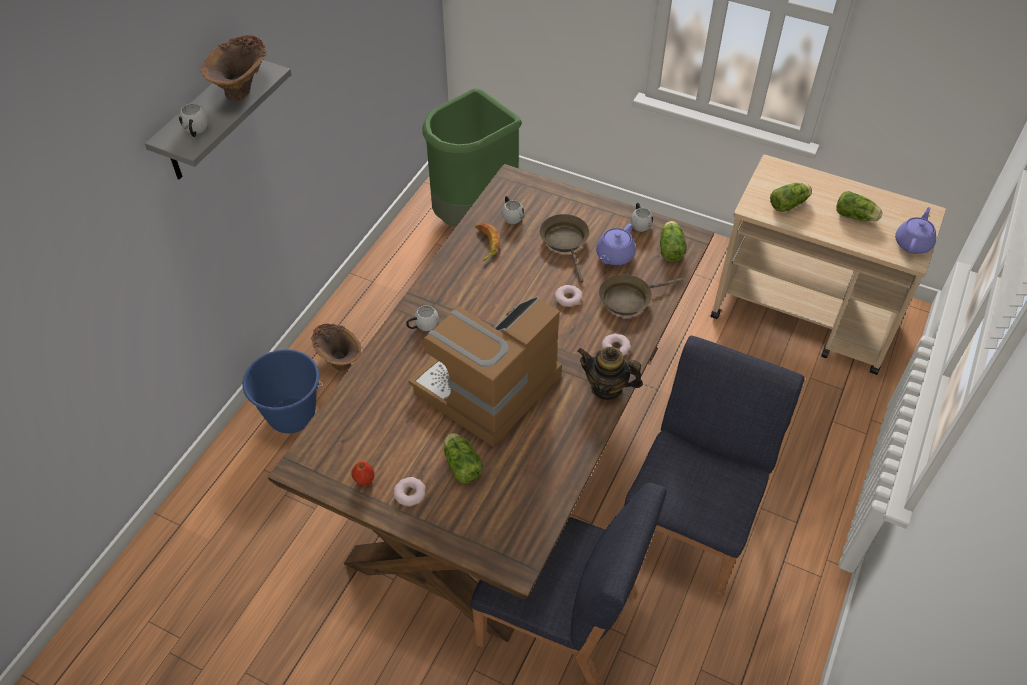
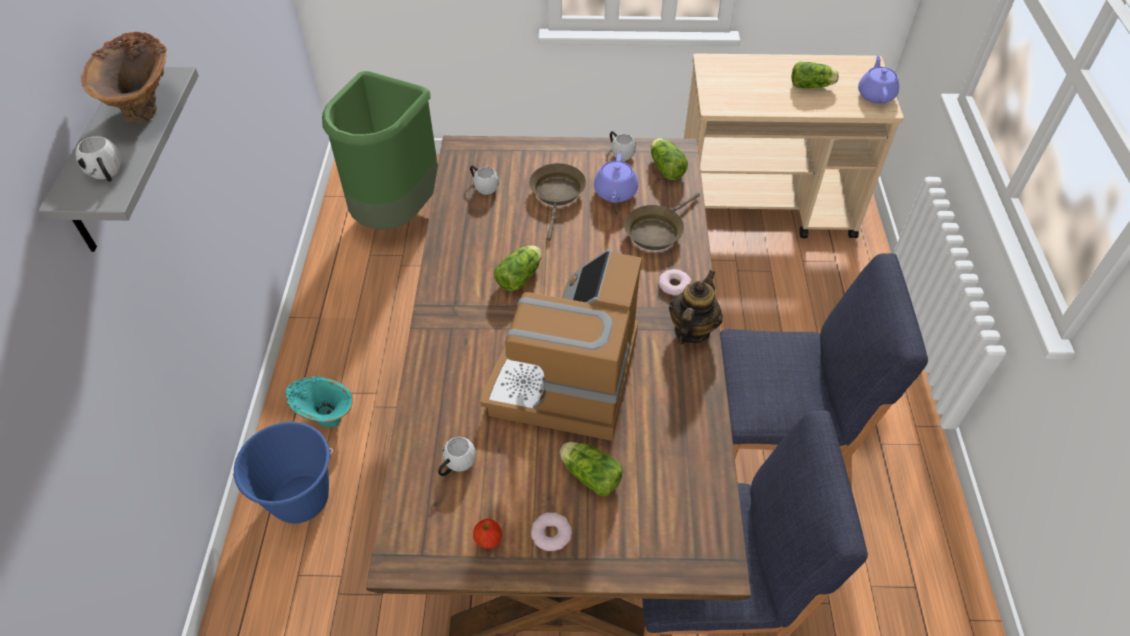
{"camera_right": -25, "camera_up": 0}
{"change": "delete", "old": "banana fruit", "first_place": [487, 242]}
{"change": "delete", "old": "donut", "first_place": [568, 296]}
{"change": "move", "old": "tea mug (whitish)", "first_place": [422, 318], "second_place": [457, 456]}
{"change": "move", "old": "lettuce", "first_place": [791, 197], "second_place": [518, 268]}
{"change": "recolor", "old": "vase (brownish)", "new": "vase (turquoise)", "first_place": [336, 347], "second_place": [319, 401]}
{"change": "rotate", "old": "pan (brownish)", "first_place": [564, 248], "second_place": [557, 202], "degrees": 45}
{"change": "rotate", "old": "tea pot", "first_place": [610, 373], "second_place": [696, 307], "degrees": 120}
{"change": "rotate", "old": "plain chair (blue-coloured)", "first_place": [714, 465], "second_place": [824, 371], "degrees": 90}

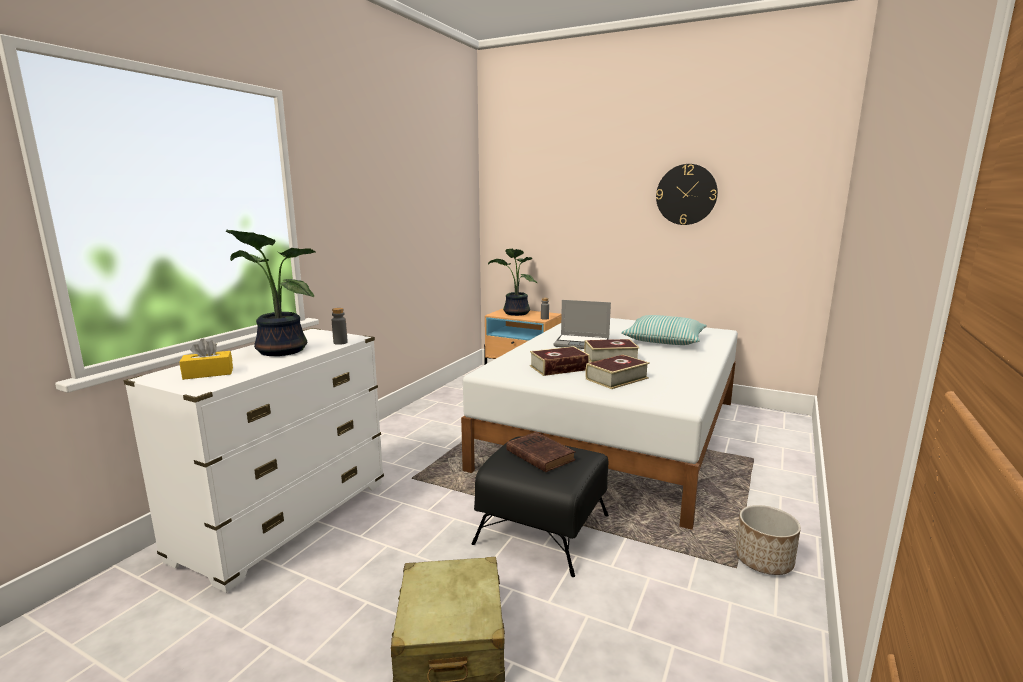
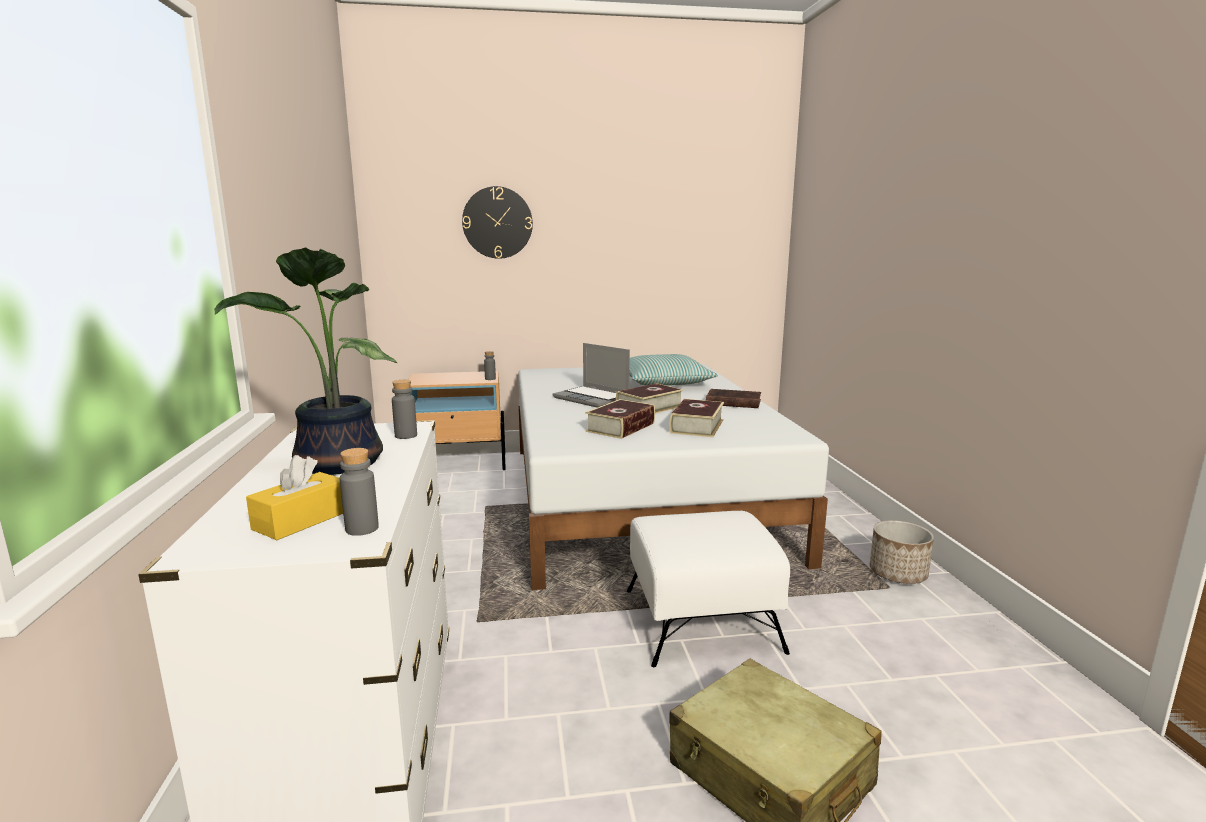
{"camera_right": -35, "camera_up": 0}
{"change": "delete", "old": "houseplant", "first_place": [512, 282]}
{"change": "insert", "new": "bottle (gray)", "second_place": [359, 492]}
{"change": "move", "old": "volume (brownish)", "first_place": [541, 452], "second_place": [733, 398]}
{"change": "move", "old": "wall clock", "first_place": [687, 194], "second_place": [497, 222]}
{"change": "recolor", "old": "footrest (black)", "new": "footrest (whitish)", "first_place": [540, 506], "second_place": [708, 589]}
{"change": "rotate", "old": "portable computer", "first_place": [582, 324], "second_place": [591, 375], "degrees": 60}

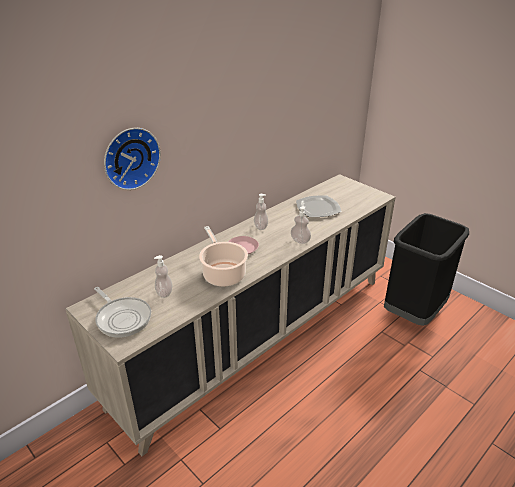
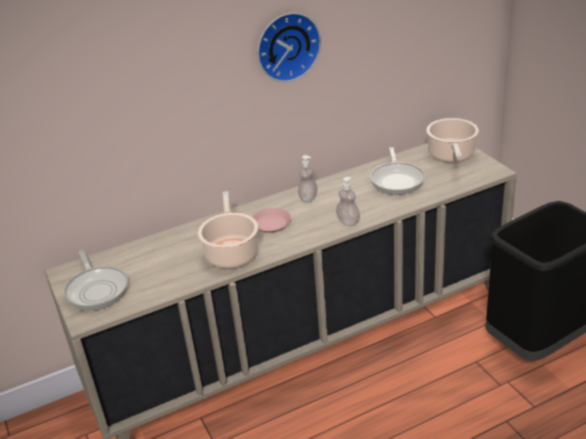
{"camera_right": 20, "camera_up": 0}
{"change": "delete", "old": "soap bottle", "first_place": [163, 276]}
{"change": "insert", "new": "stockpot", "second_place": [452, 140]}
{"change": "move", "old": "wall clock", "first_place": [132, 159], "second_place": [289, 47]}
{"change": "replace", "old": "plate", "new": "pan", "first_place": [319, 206], "second_place": [397, 171]}

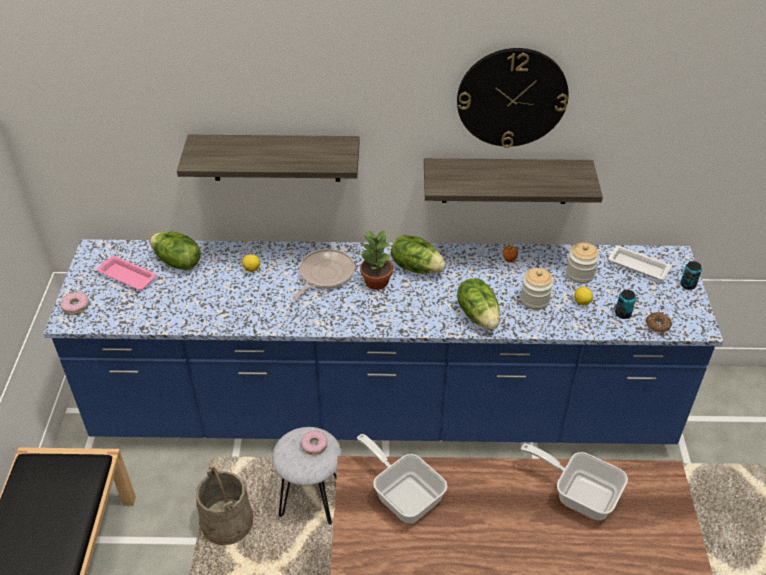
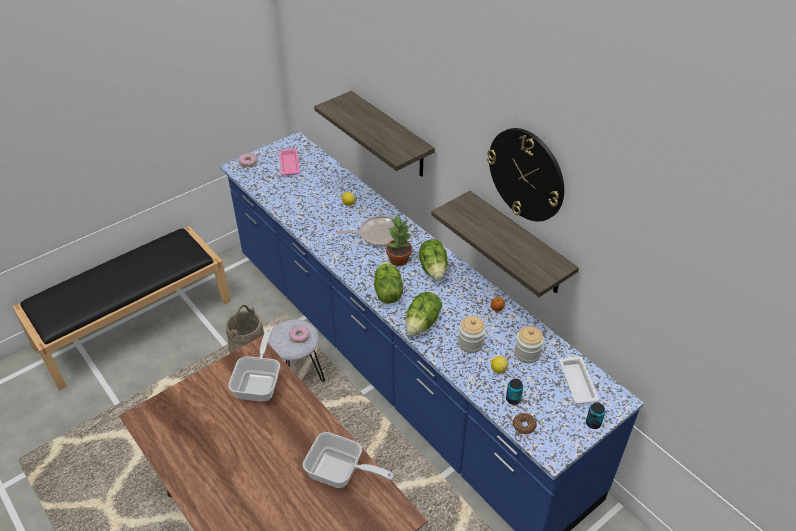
{"camera_right": 50, "camera_up": 0}
{"change": "move", "old": "lettuce", "first_place": [175, 251], "second_place": [388, 282]}
{"change": "rotate", "old": "pan", "first_place": [574, 482], "second_place": [348, 460], "degrees": 120}

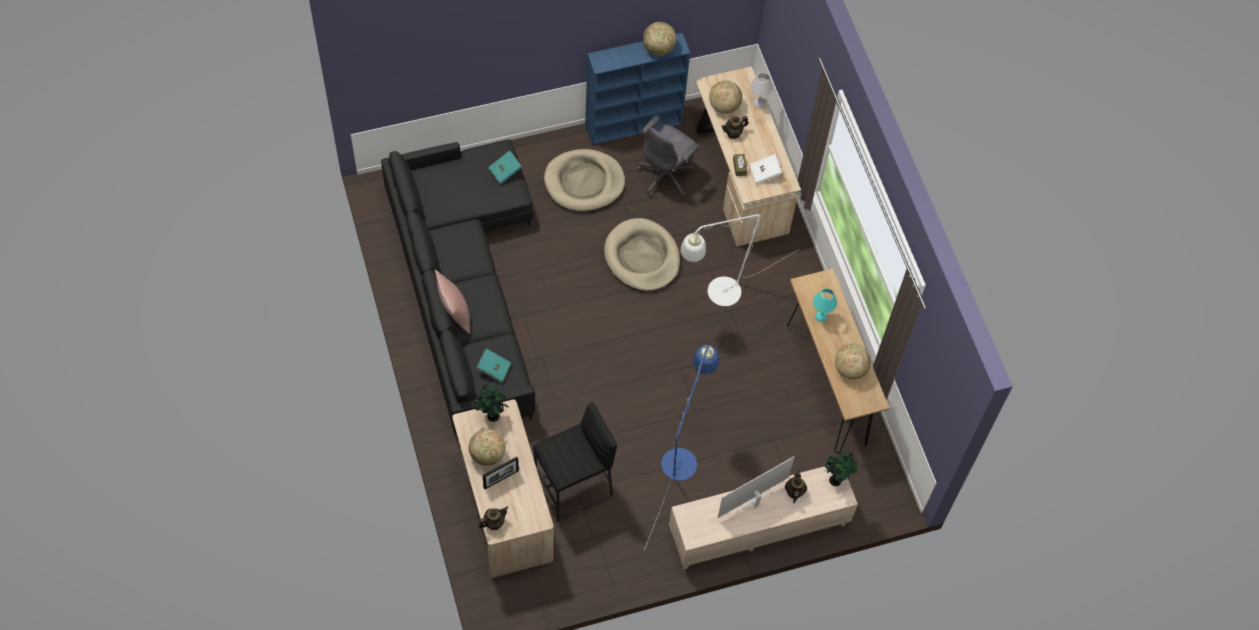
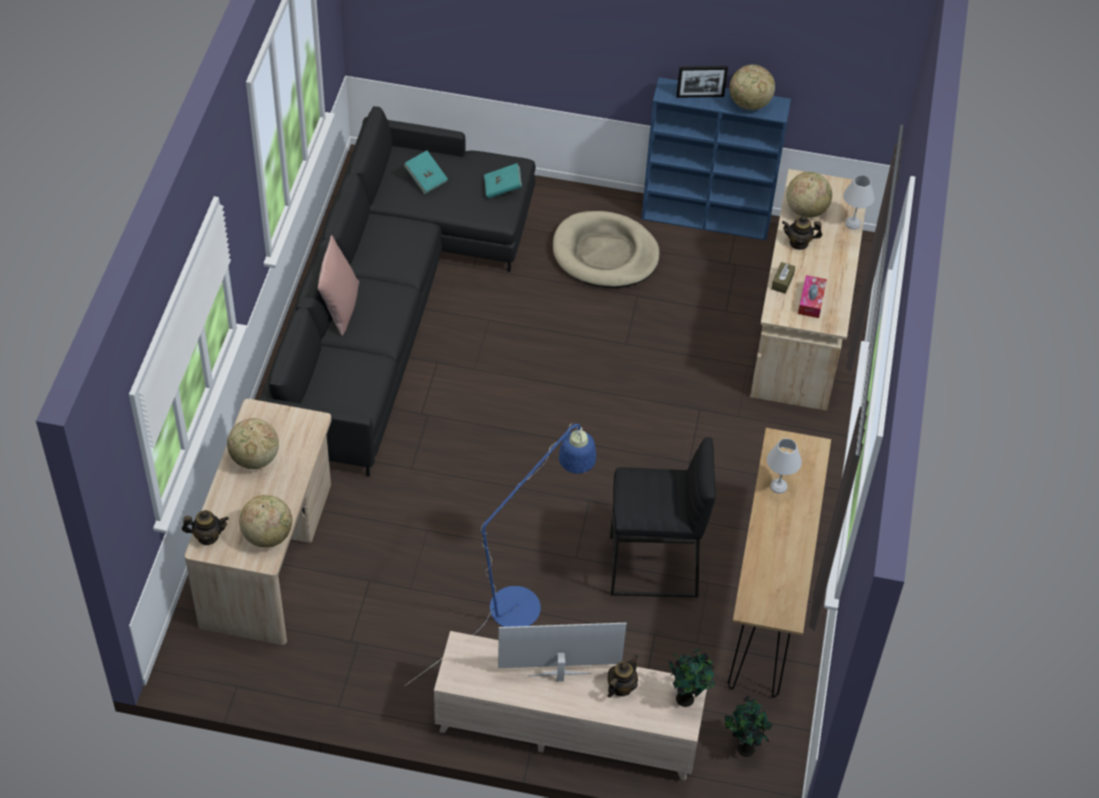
{"camera_right": 30, "camera_up": -10}
{"change": "delete", "old": "pet bed (beige)", "first_place": [642, 254]}
{"change": "delete", "old": "computer chair (gray)", "first_place": [668, 156]}
{"change": "delete", "old": "standing lamp (whitish)", "first_place": [740, 260]}
{"change": "move", "old": "houseplant", "first_place": [490, 403], "second_place": [748, 726]}
{"change": "move", "old": "volume (turquoise)", "first_place": [493, 365], "second_place": [426, 172]}
{"change": "move", "old": "picture frame", "first_place": [501, 473], "second_place": [702, 82]}
{"change": "move", "old": "sitting stool (black)", "first_place": [575, 462], "second_place": [663, 517]}
{"change": "move", "old": "globe", "first_place": [853, 361], "second_place": [265, 521]}
{"change": "replace", "old": "volume (whitish)", "new": "tissue box", "first_place": [766, 169], "second_place": [812, 296]}
{"change": "recolor", "old": "lamp for a table (turquoise)", "new": "lamp for a table (whitish)", "first_place": [825, 305], "second_place": [784, 466]}

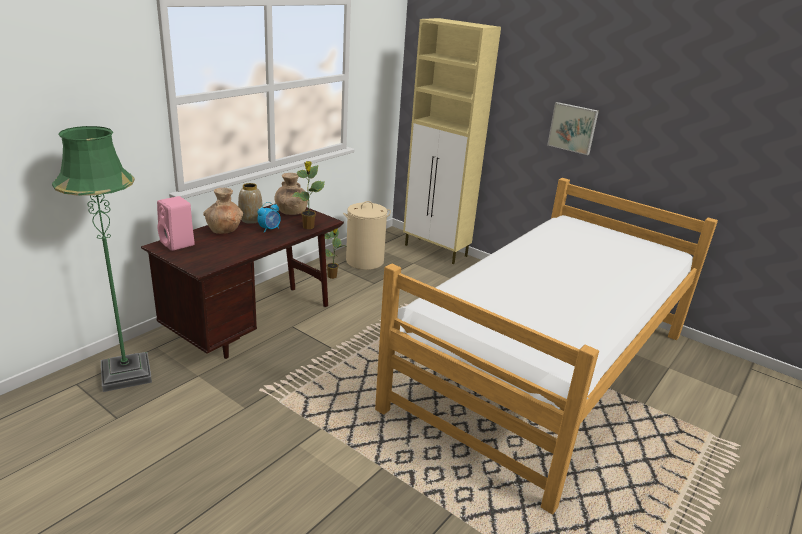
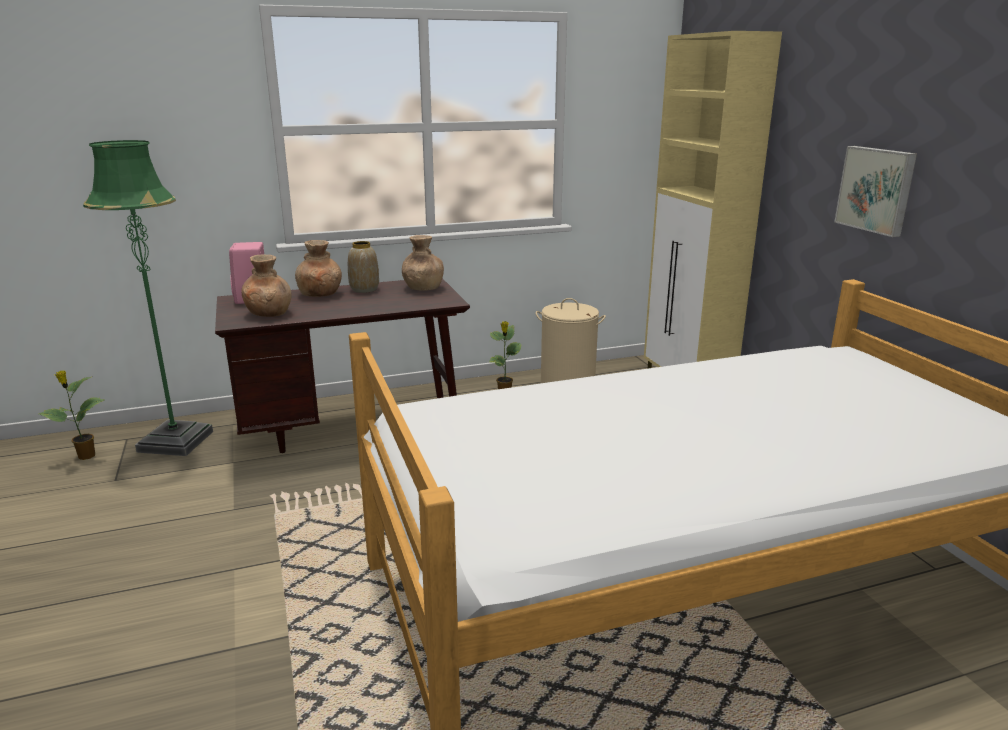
{"camera_right": 35, "camera_up": -5}
{"change": "delete", "old": "bedside clock", "first_place": [269, 217]}
{"change": "insert", "new": "vase (brownish)", "second_place": [266, 286]}
{"change": "move", "old": "houseplant", "first_place": [308, 195], "second_place": [72, 415]}

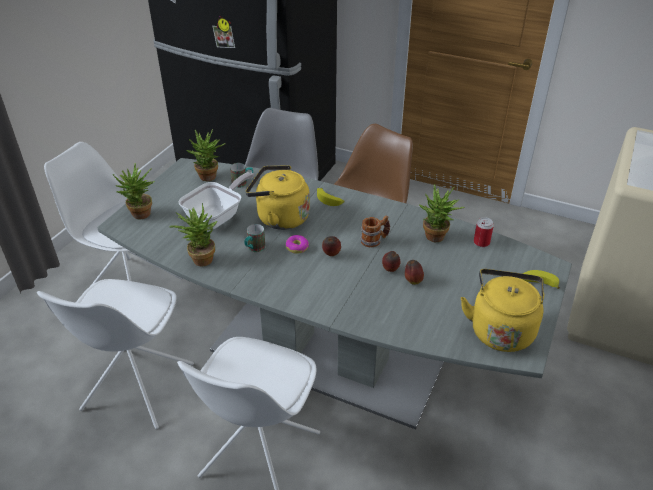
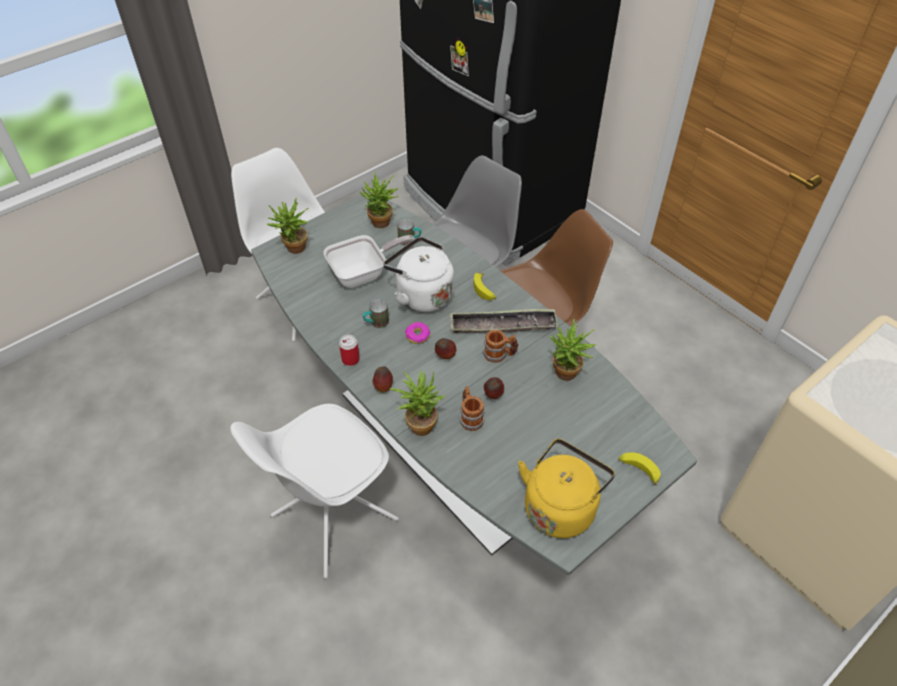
{"camera_right": 25, "camera_up": 10}
{"change": "delete", "old": "plain chair (whitish)", "first_place": [115, 354]}
{"change": "insert", "new": "serving tray", "second_place": [504, 321]}
{"change": "insert", "new": "tea mug", "second_place": [472, 408]}
{"change": "move", "old": "houseplant", "first_place": [193, 234], "second_place": [417, 403]}
{"change": "move", "old": "apple fruit", "first_place": [414, 272], "second_place": [383, 379]}
{"change": "move", "old": "metal can", "first_place": [484, 232], "second_place": [349, 350]}
{"change": "recolor", "old": "tea kettle (yellow)", "new": "tea kettle (whitish)", "first_place": [278, 197], "second_place": [418, 275]}

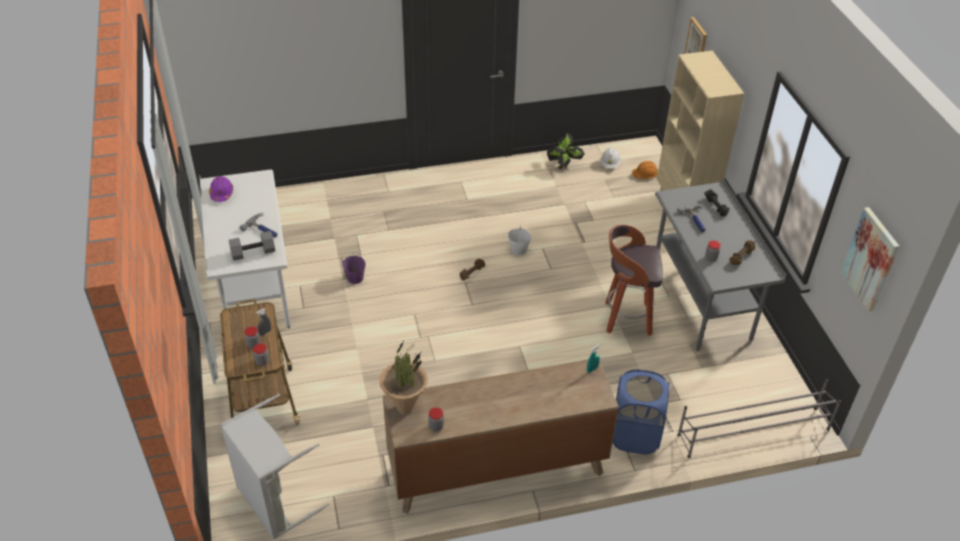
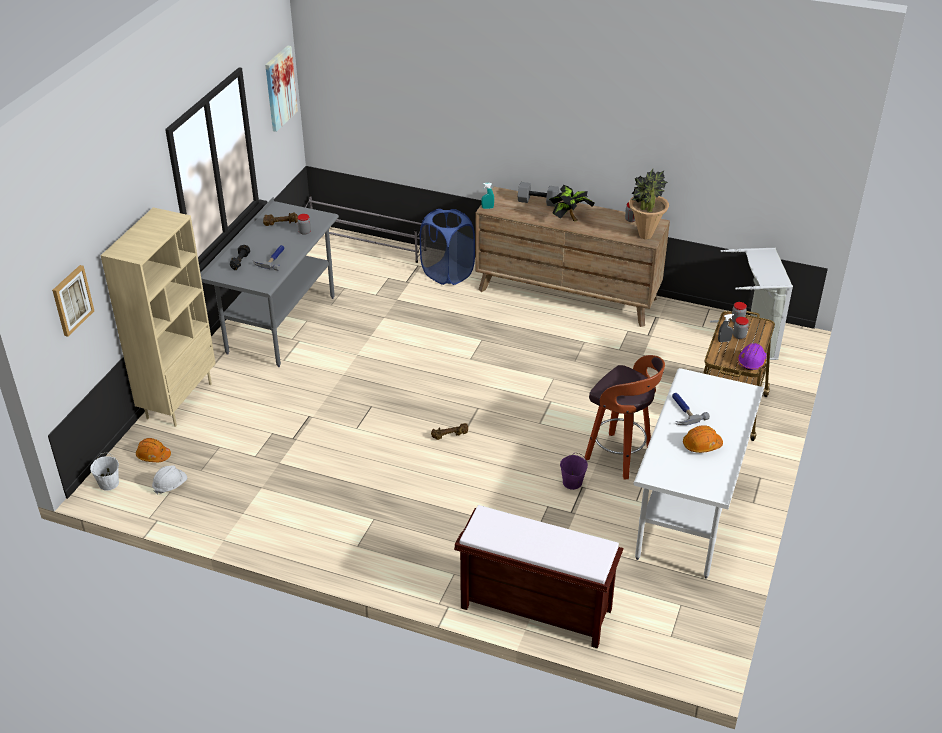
{"camera_right": -145, "camera_up": -5}
{"change": "insert", "new": "bench (brownish)", "second_place": [538, 577]}
{"change": "insert", "new": "hard hat (orange)", "second_place": [703, 439]}
{"change": "move", "old": "hard hat (purplish)", "first_place": [221, 189], "second_place": [752, 356]}
{"change": "move", "old": "hand weight (gray)", "first_place": [252, 246], "second_place": [538, 194]}
{"change": "move", "old": "pail (whitish)", "first_place": [520, 239], "second_place": [104, 472]}
{"change": "move", "old": "houseplant", "first_place": [566, 151], "second_place": [571, 203]}
{"change": "move", "old": "sitting stool", "first_place": [633, 280], "second_place": [625, 417]}

